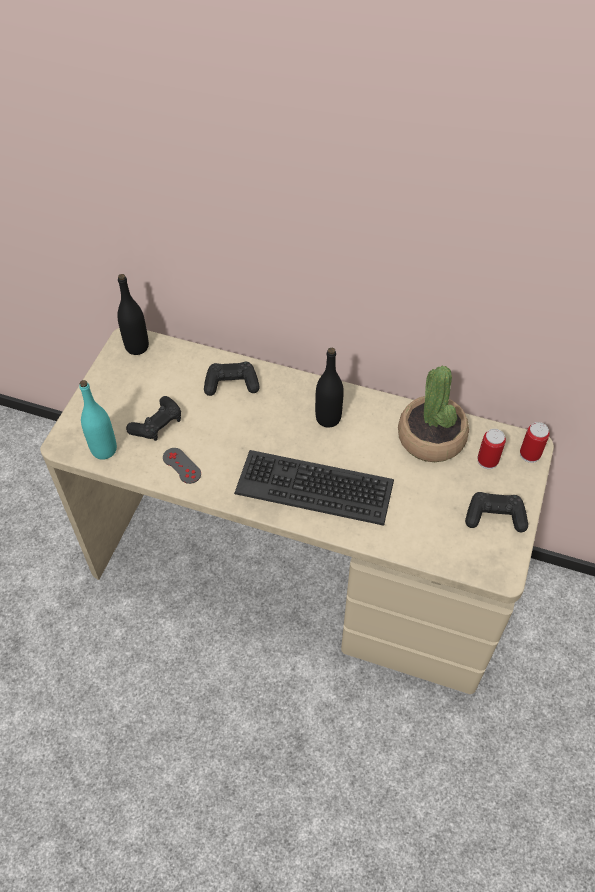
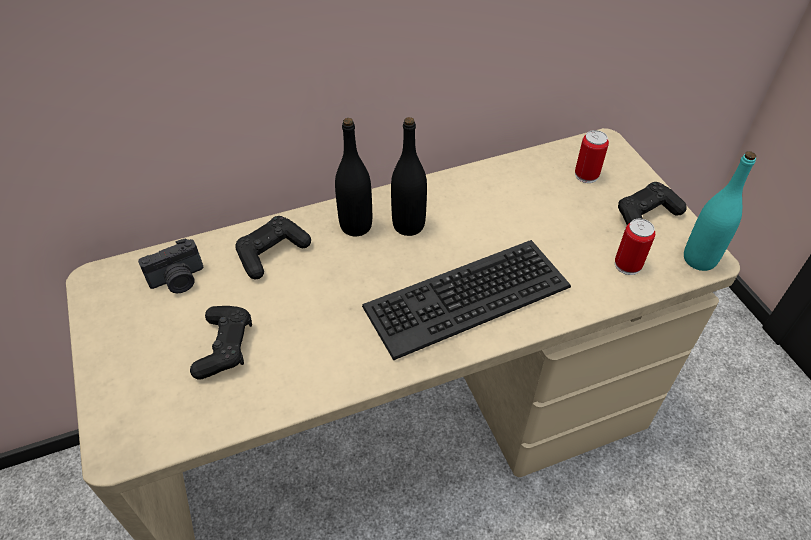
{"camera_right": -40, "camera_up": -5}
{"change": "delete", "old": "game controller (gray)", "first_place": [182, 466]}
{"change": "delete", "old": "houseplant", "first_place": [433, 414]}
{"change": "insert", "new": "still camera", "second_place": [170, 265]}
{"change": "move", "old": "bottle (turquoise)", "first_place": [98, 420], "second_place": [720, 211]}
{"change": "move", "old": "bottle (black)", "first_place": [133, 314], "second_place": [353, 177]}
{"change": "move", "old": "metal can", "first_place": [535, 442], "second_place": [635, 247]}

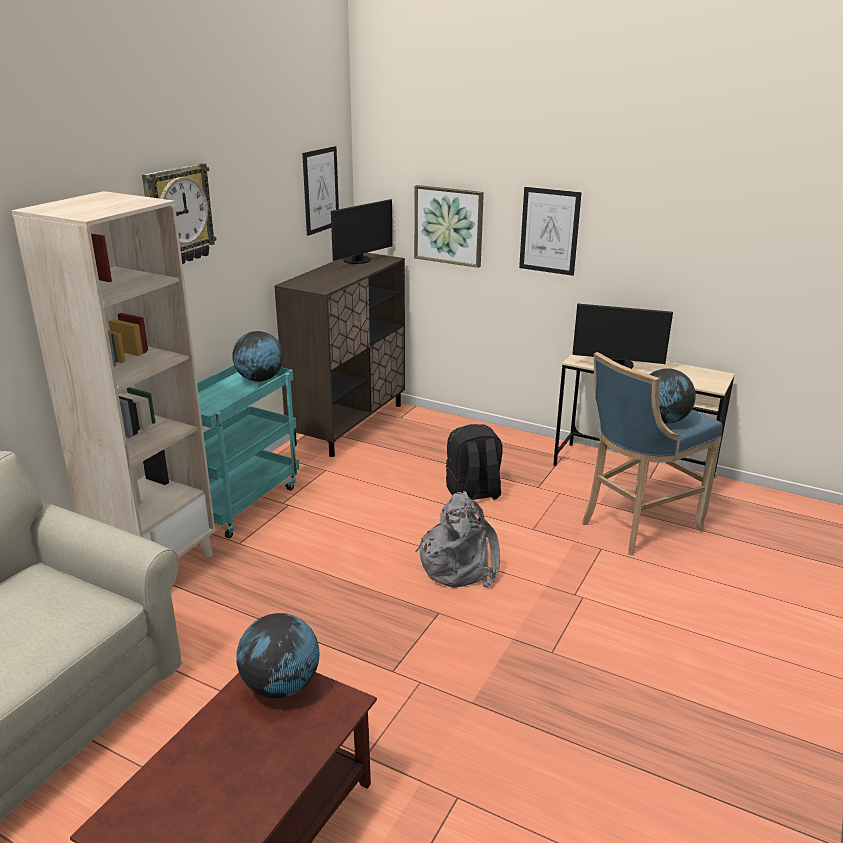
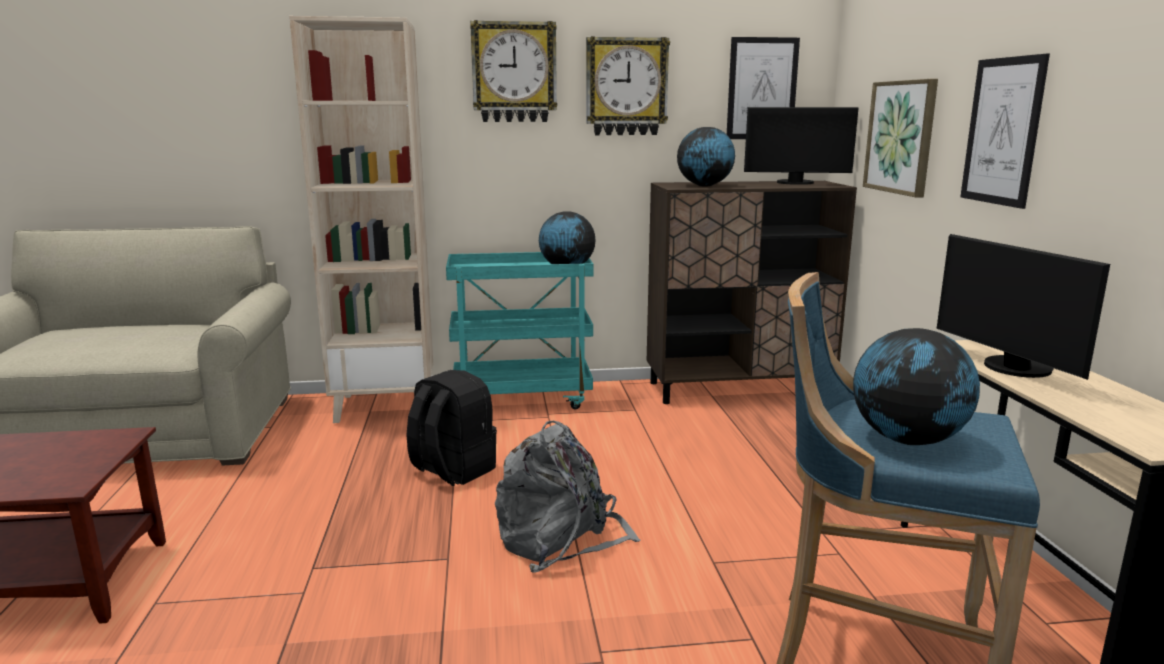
{"camera_right": 55, "camera_up": -10}
{"change": "insert", "new": "wall clock", "second_place": [628, 85]}
{"change": "move", "old": "globe", "first_place": [278, 655], "second_place": [706, 156]}
{"change": "move", "old": "knapsack (black)", "first_place": [474, 462], "second_place": [451, 428]}

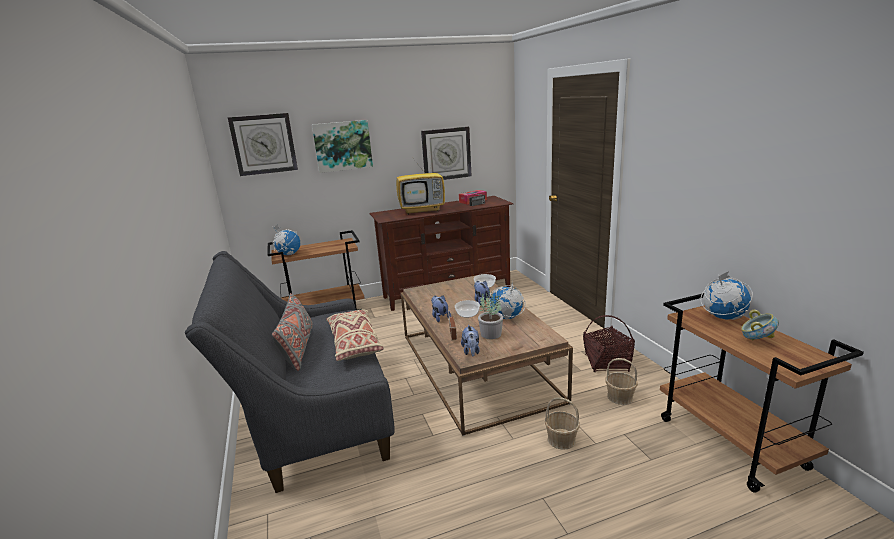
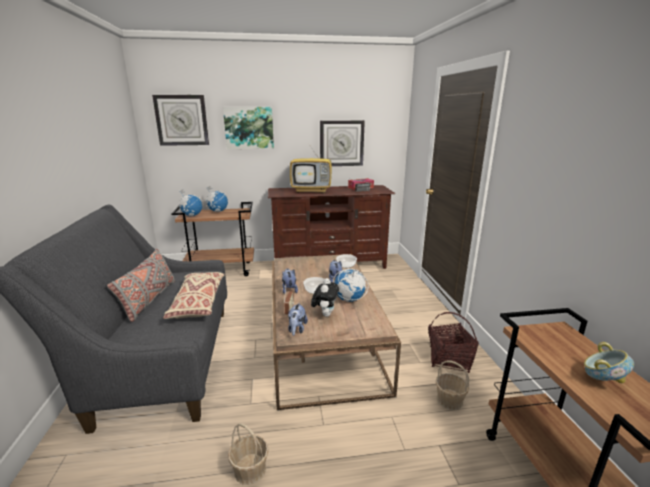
{"camera_right": 10, "camera_up": 0}
{"change": "move", "old": "basket", "first_place": [562, 423], "second_place": [248, 454]}
{"change": "move", "old": "globe", "first_place": [726, 295], "second_place": [217, 199]}
{"change": "replace", "old": "houseplant", "new": "soft toy", "first_place": [490, 314], "second_place": [325, 297]}

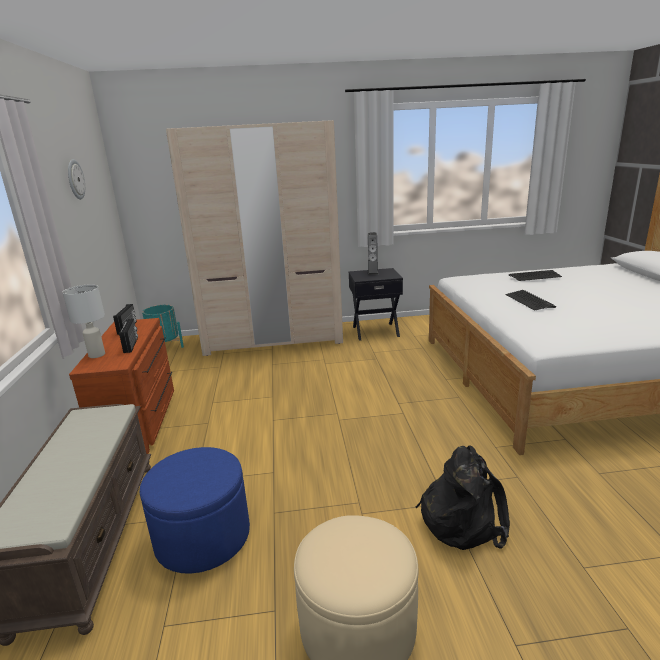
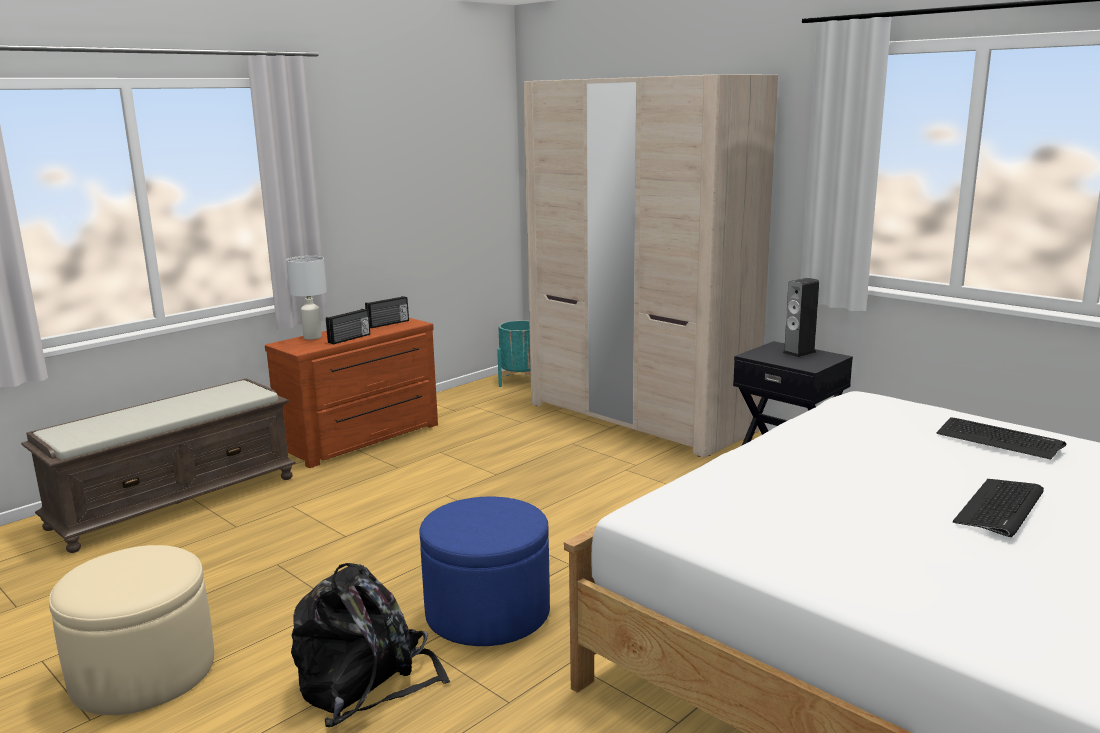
{"camera_right": 50, "camera_up": -5}
{"change": "delete", "old": "wall clock", "first_place": [76, 179]}
{"change": "move", "old": "footrest (blue-coloured)", "first_place": [195, 510], "second_place": [484, 571]}
{"change": "move", "old": "computer keyboard", "first_place": [531, 300], "second_place": [998, 508]}

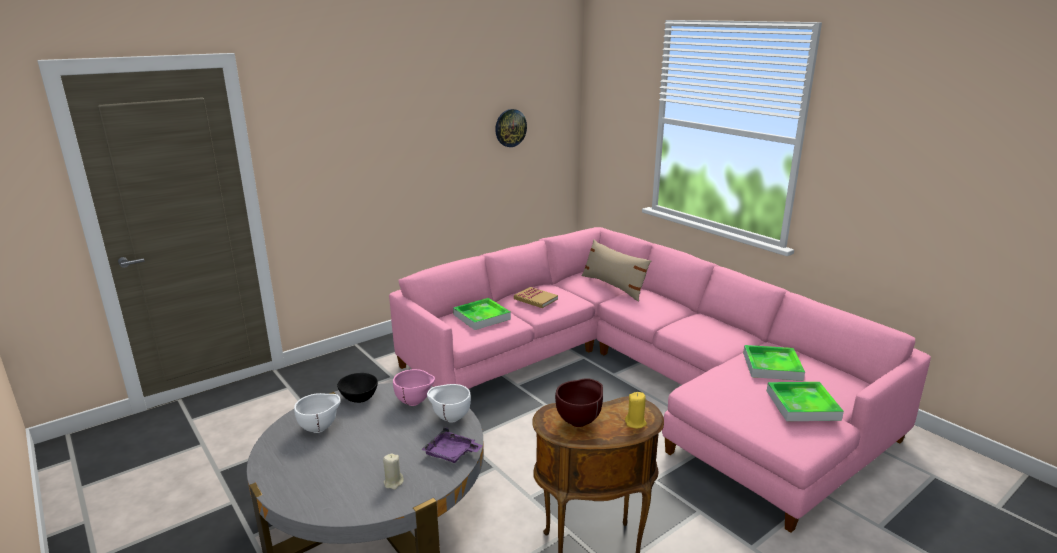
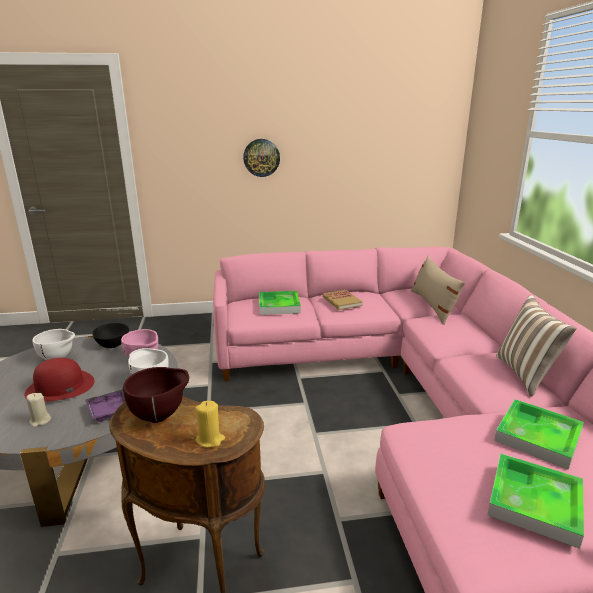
{"camera_right": 30, "camera_up": 0}
{"change": "insert", "new": "hat (reddish)", "second_place": [59, 380]}
{"change": "insert", "new": "cushion", "second_place": [536, 346]}
{"change": "move", "old": "wall clock", "first_place": [511, 128], "second_place": [261, 158]}

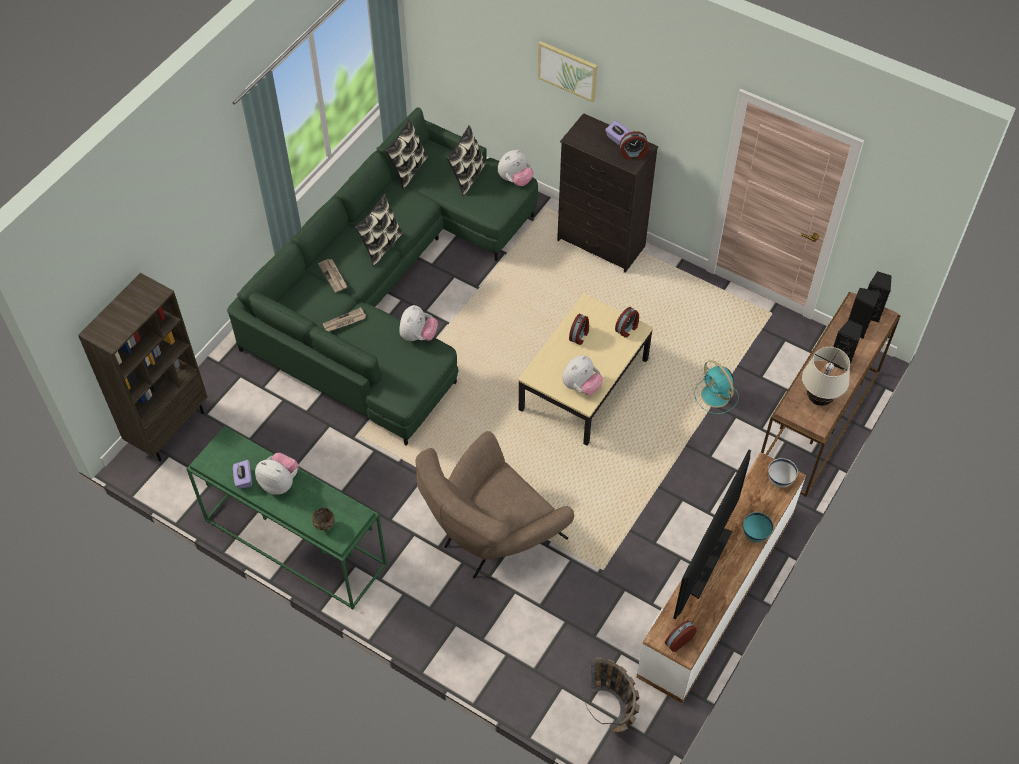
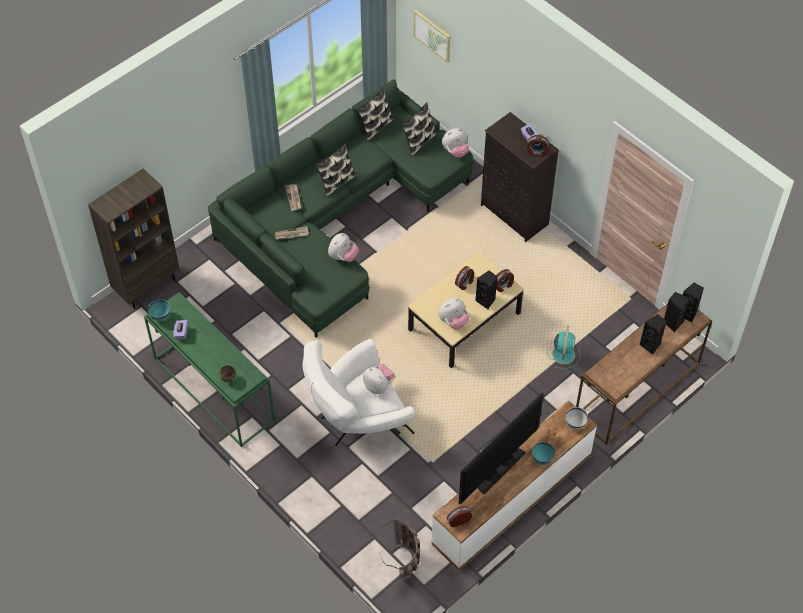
{"camera_right": 15, "camera_up": 0}
{"change": "delete", "old": "lamp for a table (beige)", "first_place": [826, 376]}
{"change": "insert", "new": "serving bowl (turquoise)", "second_place": [159, 310]}
{"change": "insert", "new": "speaker (black)", "second_place": [486, 290]}
{"change": "move", "old": "soft toy", "first_place": [277, 474], "second_place": [379, 379]}
{"change": "move", "old": "wall picture", "first_place": [568, 72], "second_place": [432, 36]}
{"change": "recolor", "old": "armchair (brownish)", "new": "armchair (whitish)", "first_place": [494, 504], "second_place": [358, 392]}
{"change": "rotate", "old": "cooling fan (turquoise)", "first_place": [716, 387], "second_place": [563, 347], "degrees": -150}

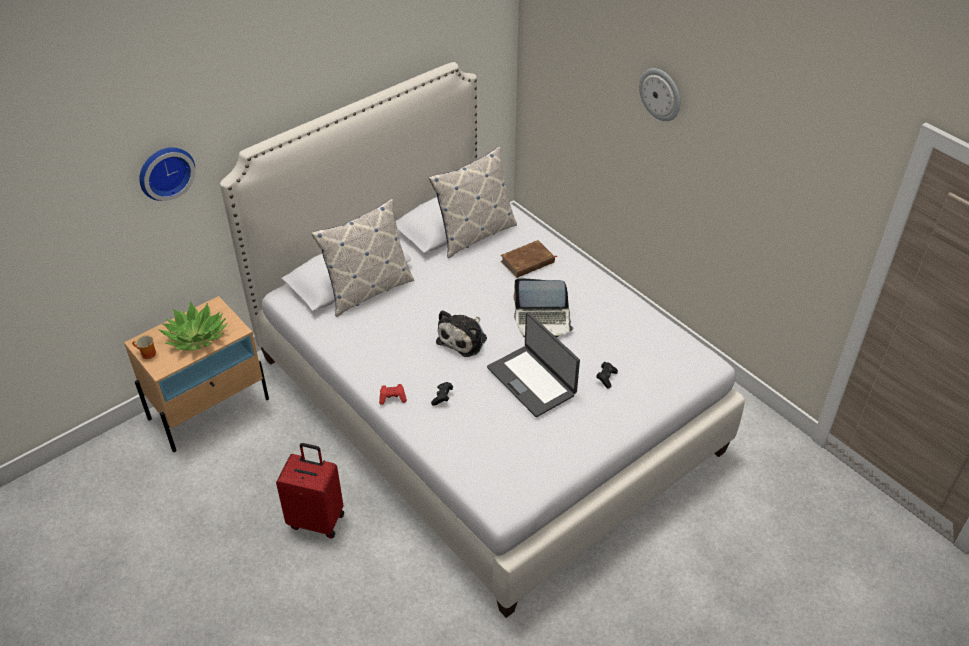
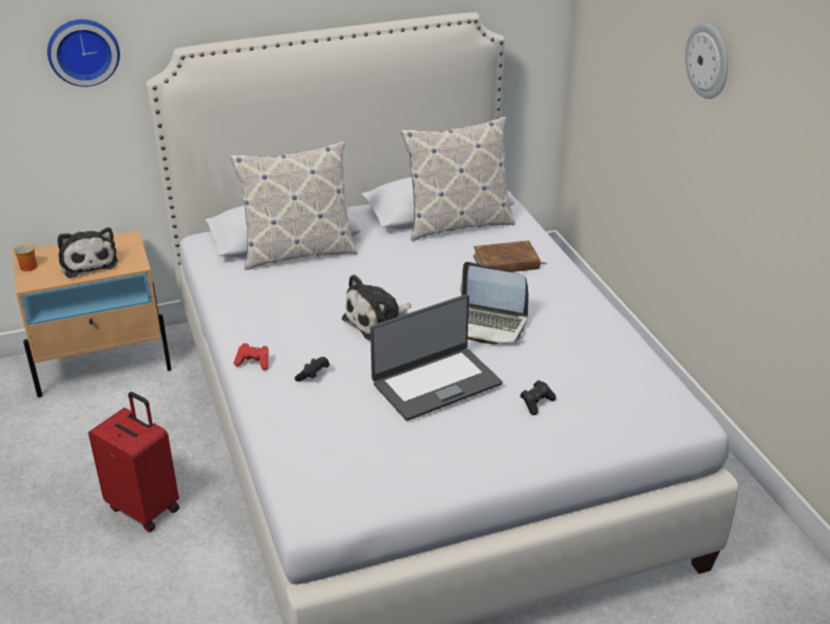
{"camera_right": 20, "camera_up": -10}
{"change": "replace", "old": "houseplant", "new": "soft toy", "first_place": [193, 326], "second_place": [87, 252]}
{"change": "rotate", "old": "portable computer", "first_place": [533, 364], "second_place": [436, 357], "degrees": -105}

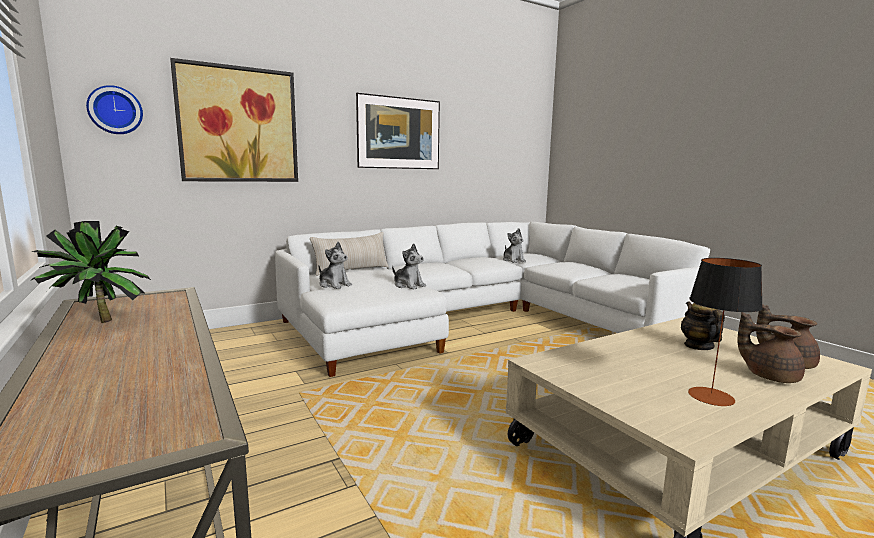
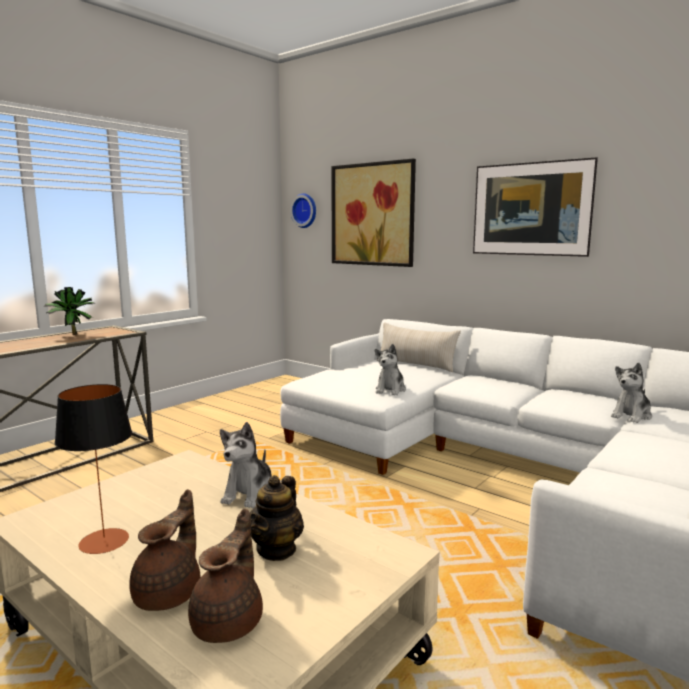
{"camera_right": 70, "camera_up": 0}
{"change": "move", "old": "soft toy", "first_place": [335, 265], "second_place": [246, 465]}
{"change": "rotate", "old": "tea pot", "first_place": [703, 325], "second_place": [277, 518], "degrees": 135}

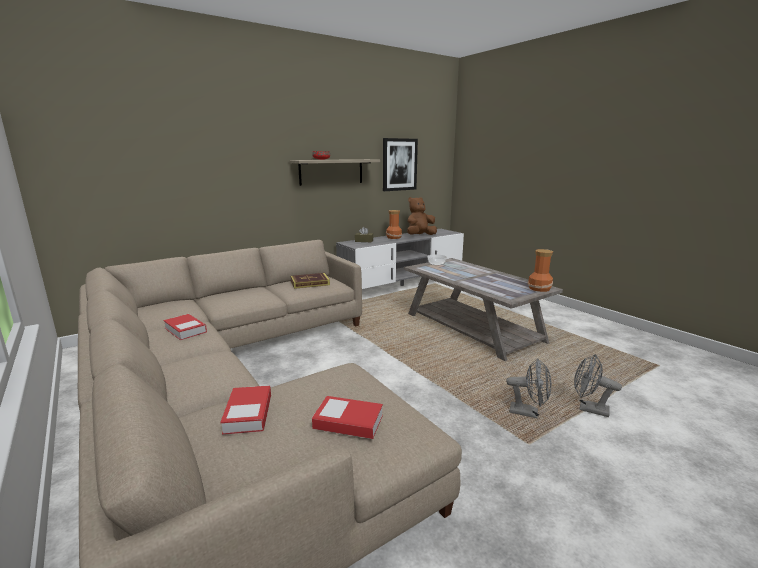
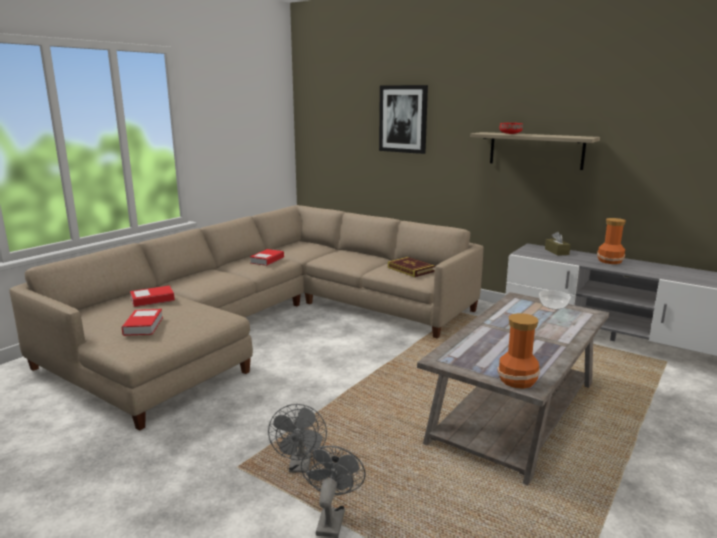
{"camera_right": 70, "camera_up": 0}
{"change": "delete", "old": "soft toy (brownish)", "first_place": [422, 216]}
{"change": "move", "old": "wall picture", "first_place": [400, 164], "second_place": [403, 119]}

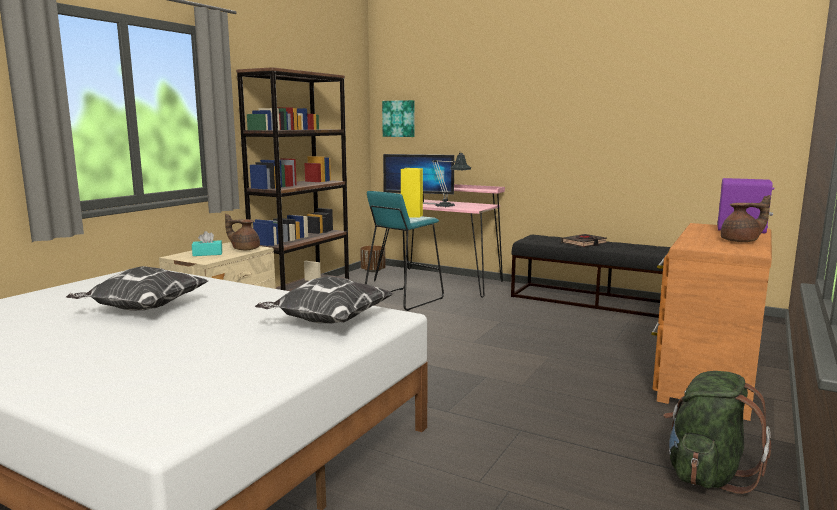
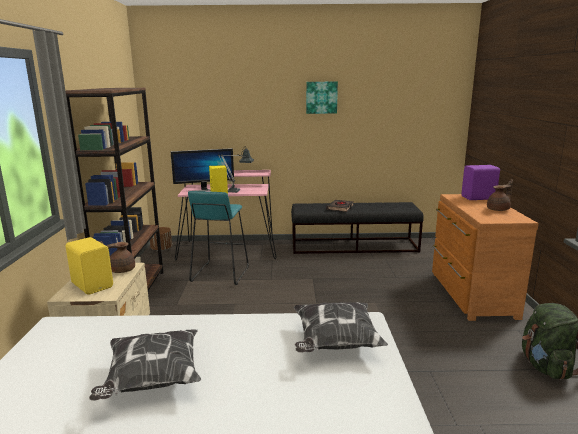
{"camera_right": -30, "camera_up": 5}
{"change": "move", "old": "wall picture", "first_place": [398, 118], "second_place": [322, 98]}
{"change": "replace", "old": "tissue box (turquoise)", "new": "speaker (yellow)", "first_place": [207, 243], "second_place": [89, 266]}

